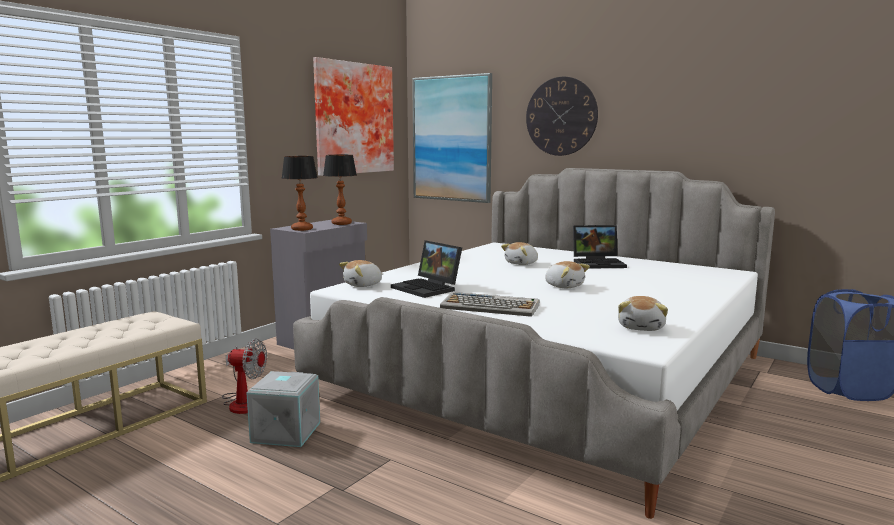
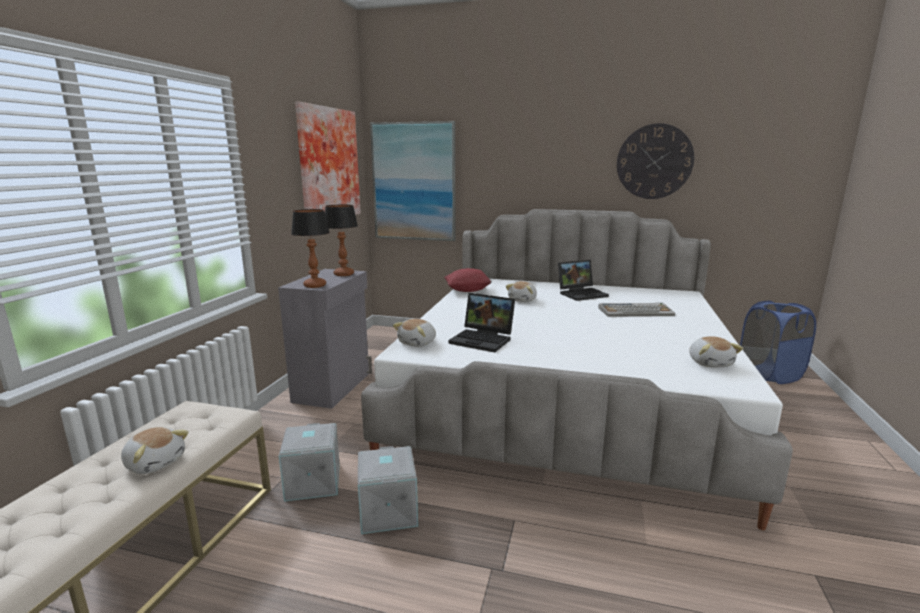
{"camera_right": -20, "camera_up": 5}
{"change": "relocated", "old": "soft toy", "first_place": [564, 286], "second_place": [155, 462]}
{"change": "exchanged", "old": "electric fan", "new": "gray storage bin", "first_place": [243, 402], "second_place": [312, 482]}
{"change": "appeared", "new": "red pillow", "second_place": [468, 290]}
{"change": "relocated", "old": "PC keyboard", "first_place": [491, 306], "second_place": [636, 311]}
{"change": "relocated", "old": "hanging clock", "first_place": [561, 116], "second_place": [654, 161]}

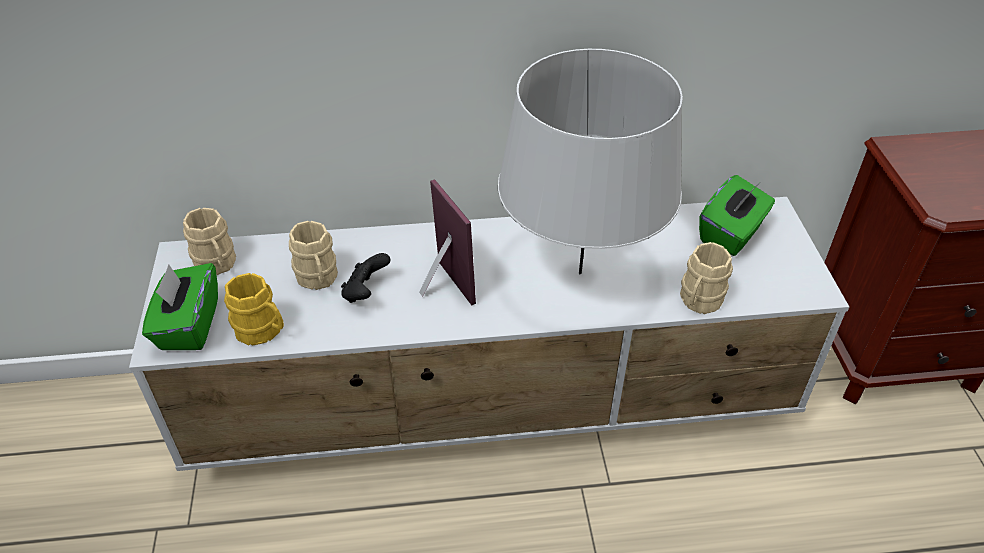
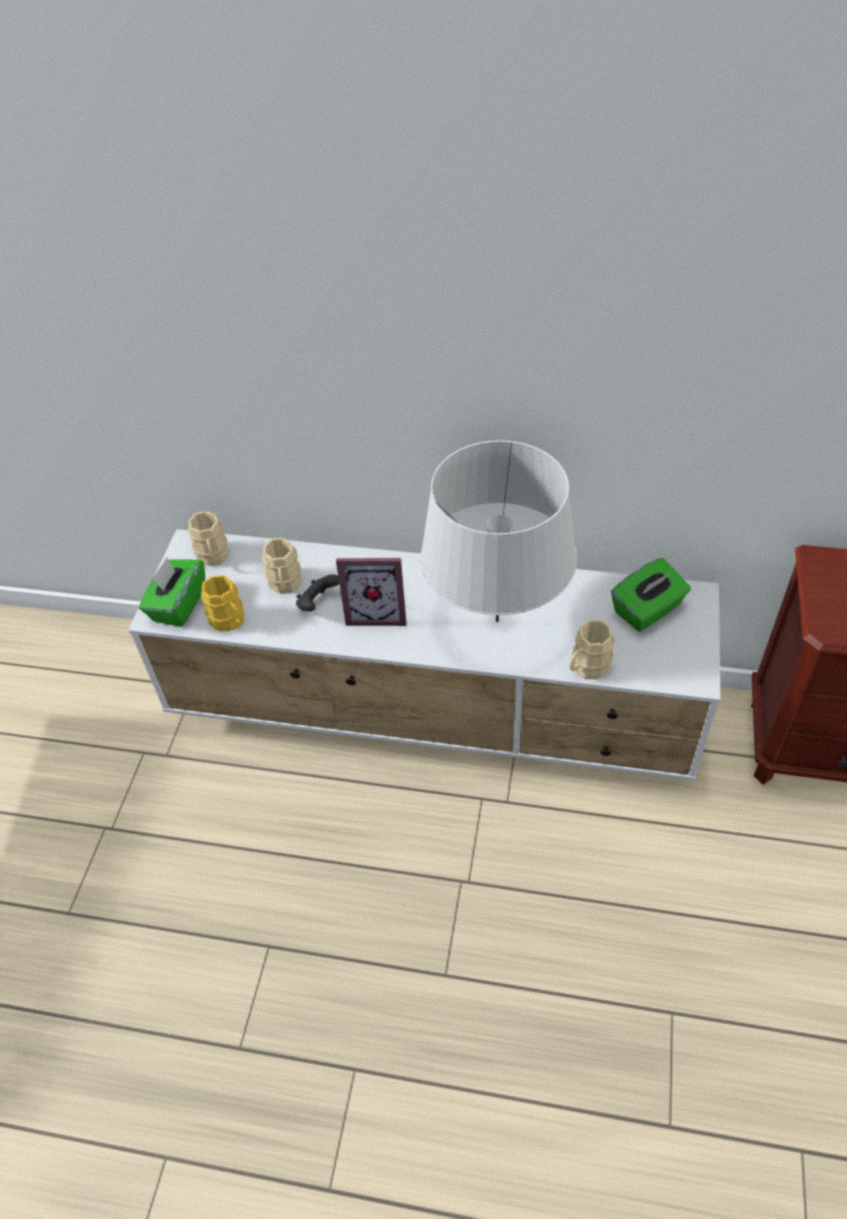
{"camera_right": 20, "camera_up": 5}
{"change": "spun", "old": "picture frame", "first_place": [440, 288], "second_place": [377, 612], "degrees": 105}

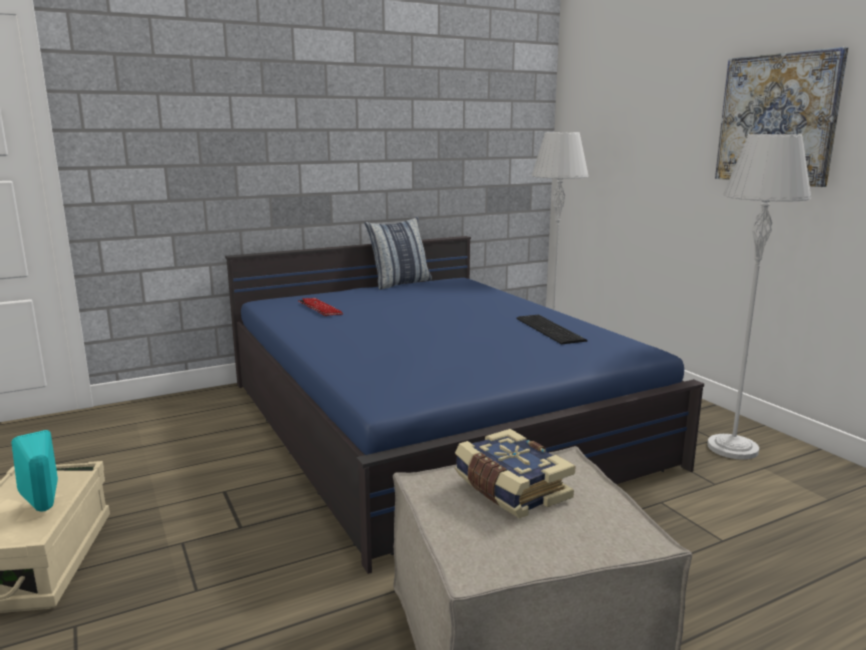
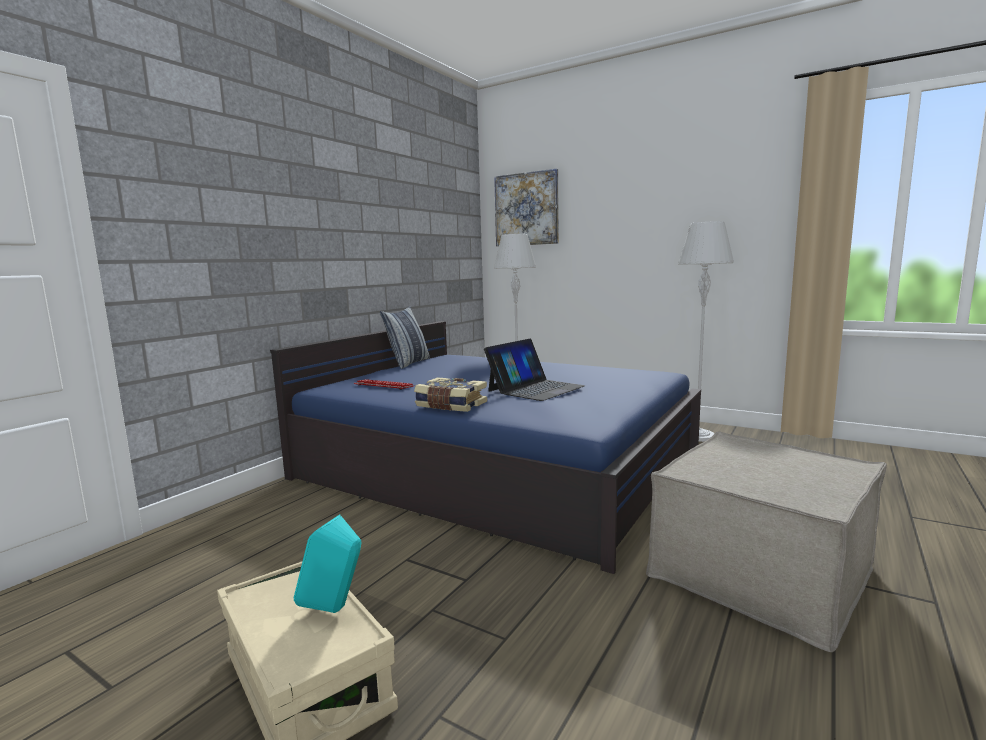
{"camera_right": -30, "camera_up": -5}
{"change": "relocated", "old": "book", "first_place": [510, 489], "second_place": [450, 406]}
{"change": "appeared", "new": "laptop", "second_place": [535, 388]}
{"change": "relocated", "old": "wall picture", "first_place": [777, 119], "second_place": [526, 209]}
{"change": "missing", "old": "PC keyboard", "first_place": [550, 329]}

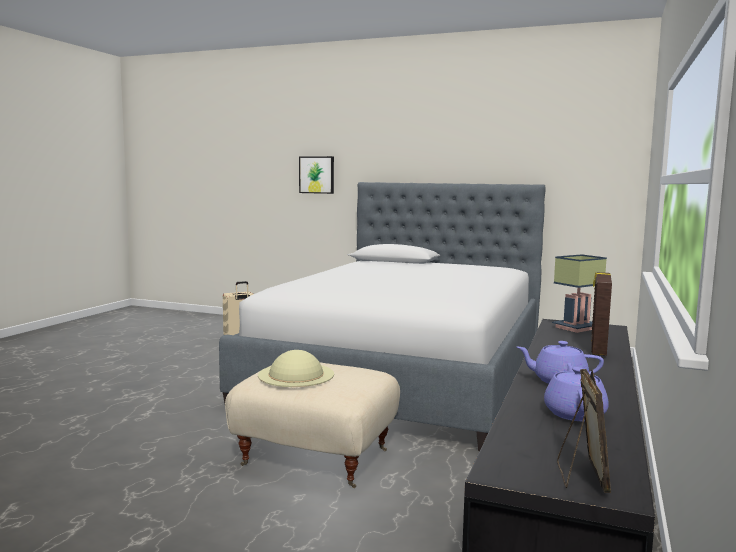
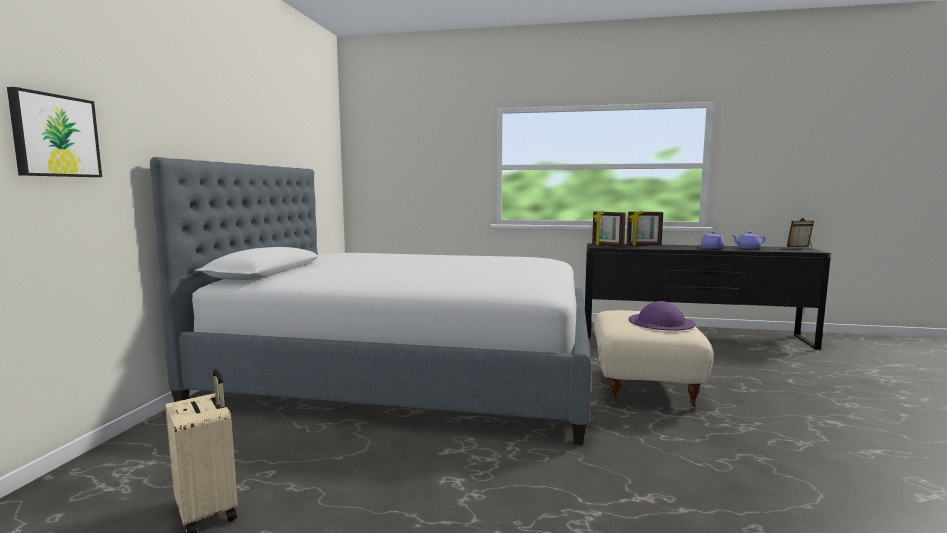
{"camera_right": -100, "camera_up": 0}
{"change": "exchanged", "old": "tabletop lamp", "new": "picture frame", "first_place": [576, 328], "second_place": [607, 245]}
{"change": "colour", "old": "beige hat", "new": "purple hat", "first_place": [296, 374], "second_place": [661, 321]}

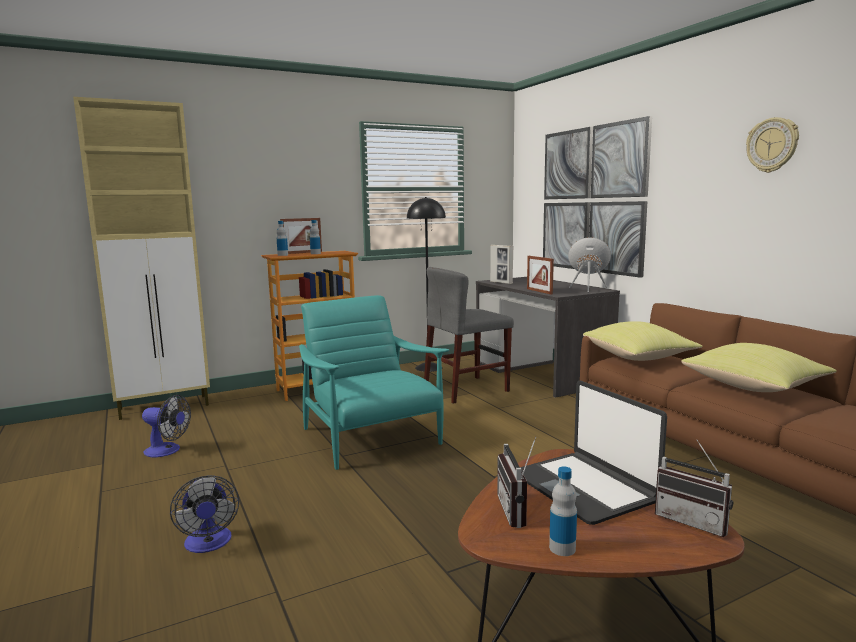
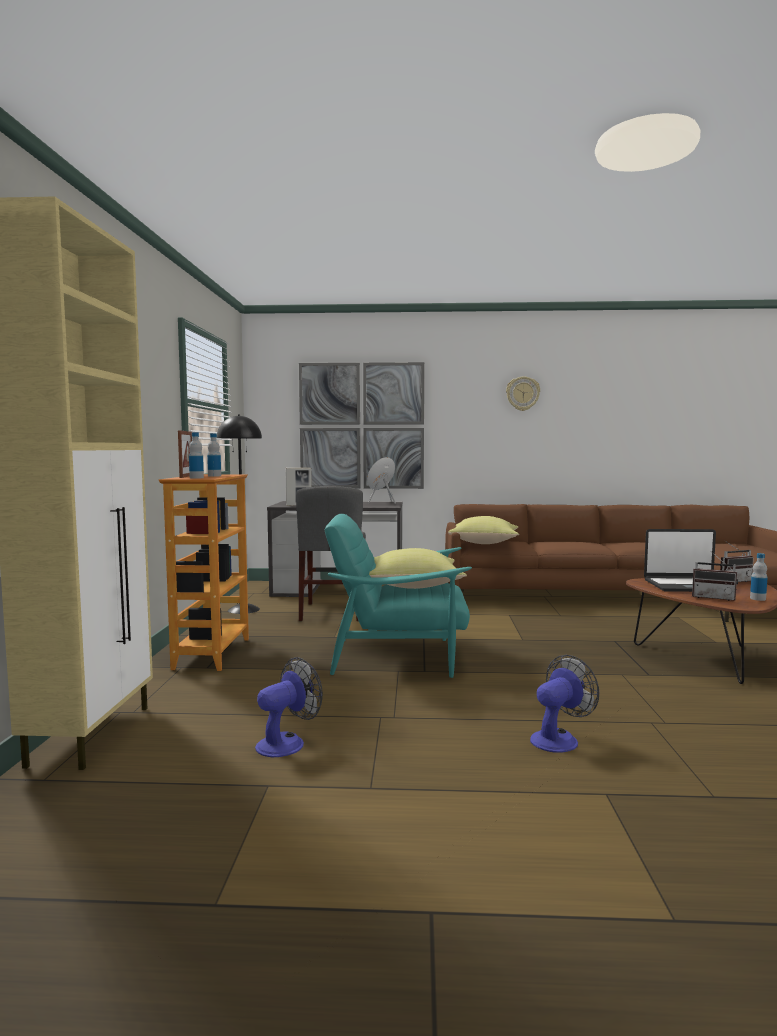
{"camera_right": -60, "camera_up": -5}
{"change": "relocated", "old": "yellowish pillow", "first_place": [756, 387], "second_place": [414, 586]}
{"change": "spun", "old": "electric fan", "first_place": [209, 544], "second_place": [559, 738], "degrees": -45}
{"change": "missing", "old": "picture frame", "first_place": [539, 291]}

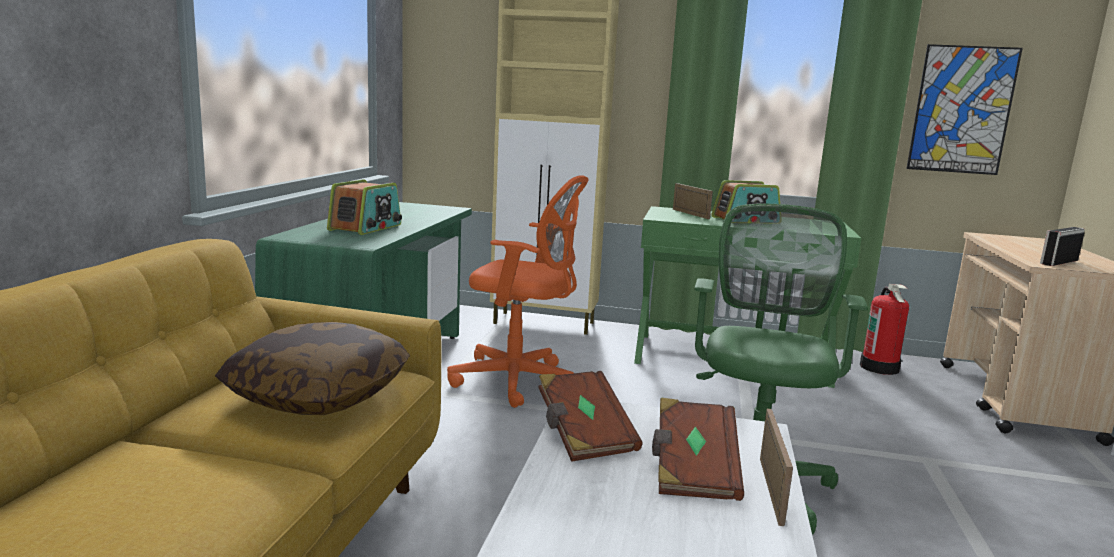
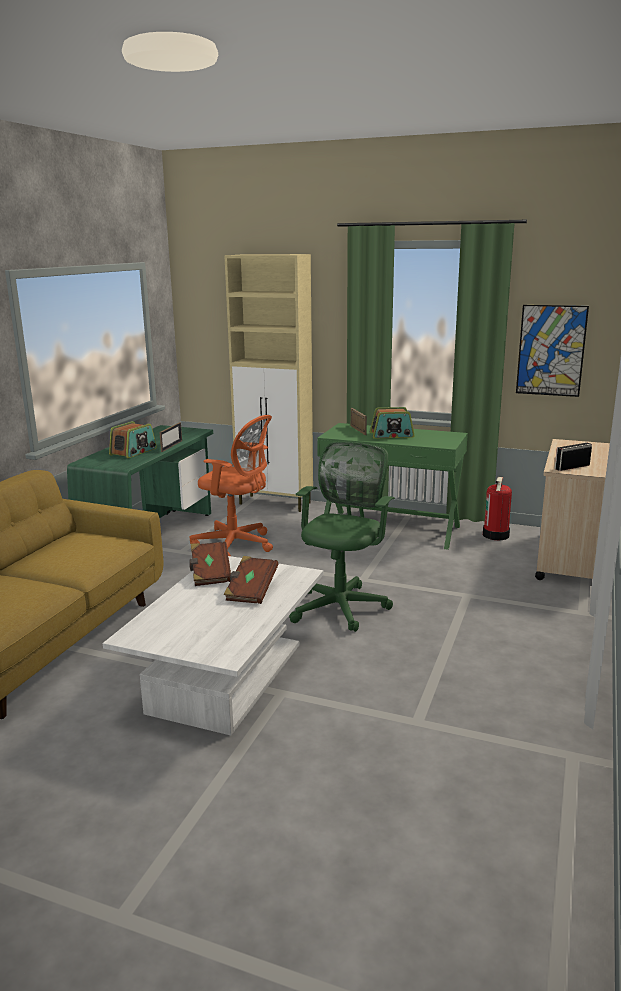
{"camera_right": 10, "camera_up": 5}
{"change": "relocated", "old": "picture frame", "first_place": [771, 489], "second_place": [171, 446]}
{"change": "missing", "old": "pillow", "first_place": [319, 394]}

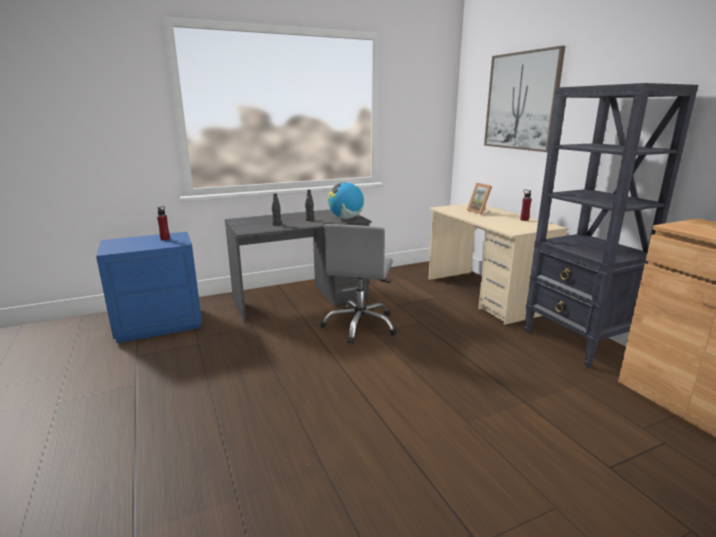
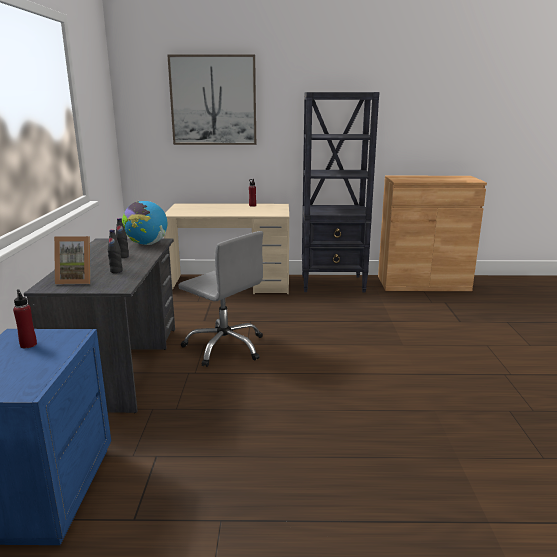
{"camera_right": -65, "camera_up": 0}
{"change": "relocated", "old": "picture frame", "first_place": [480, 212], "second_place": [76, 280]}

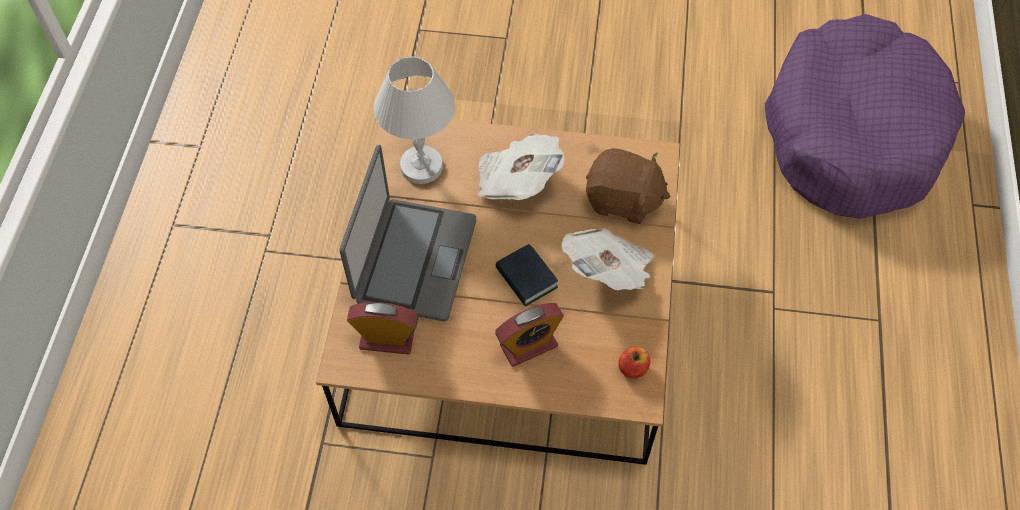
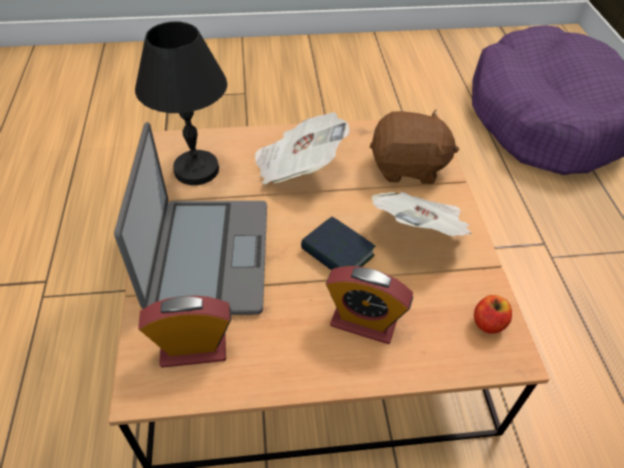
{"camera_right": -15, "camera_up": -10}
{"change": "colour", "old": "white tabletop lamp", "new": "black-coloured tabletop lamp", "first_place": [421, 166], "second_place": [195, 169]}
{"change": "spun", "old": "bedside clock", "first_place": [528, 345], "second_place": [363, 322], "degrees": 60}

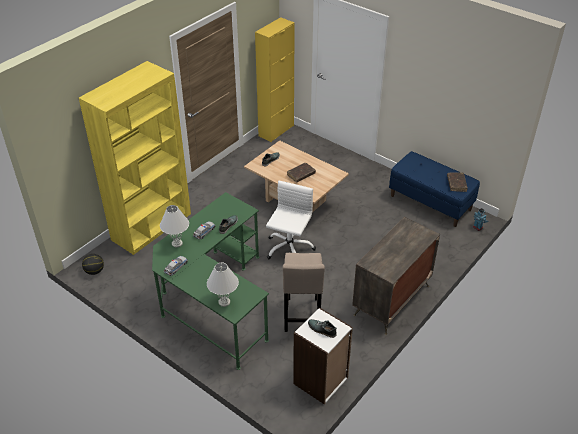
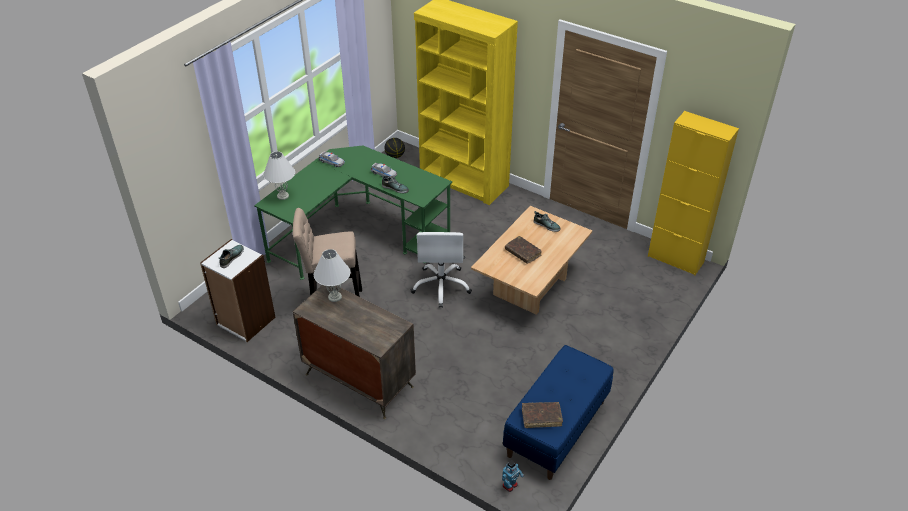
{"camera_right": 85, "camera_up": 0}
{"change": "relocated", "old": "white tabletop lamp", "first_place": [177, 243], "second_place": [334, 297]}
{"change": "spun", "old": "white office chair", "first_place": [289, 248], "second_place": [441, 286], "degrees": 75}

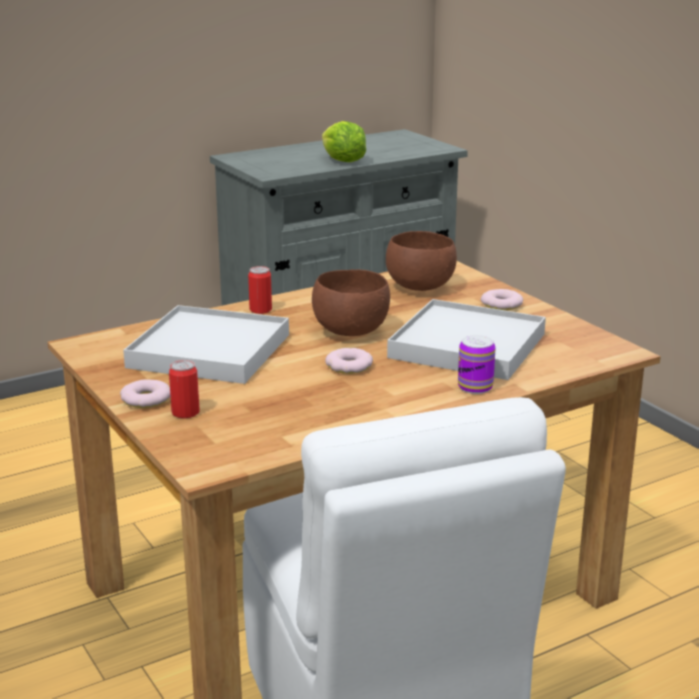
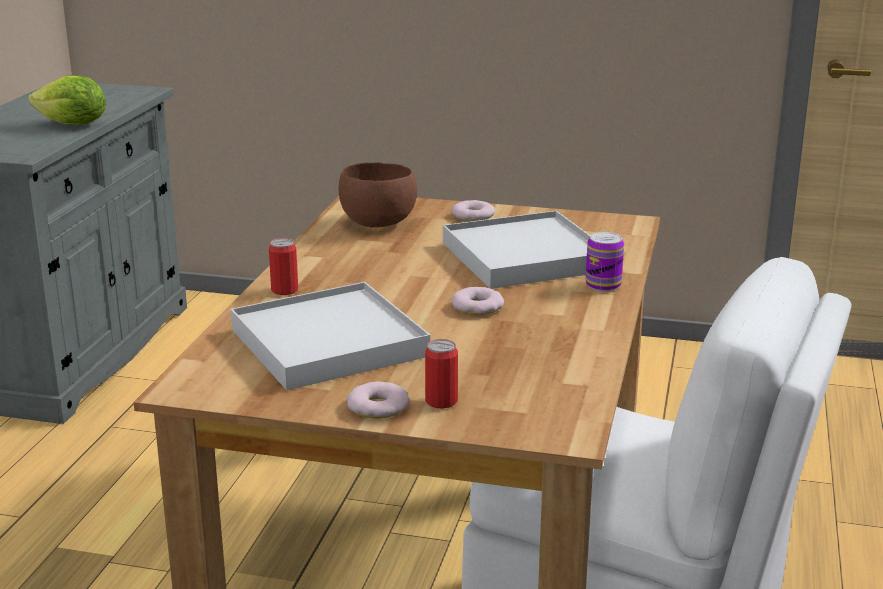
{"camera_right": -45, "camera_up": 0}
{"change": "missing", "old": "brown serving bowl", "first_place": [351, 331]}

